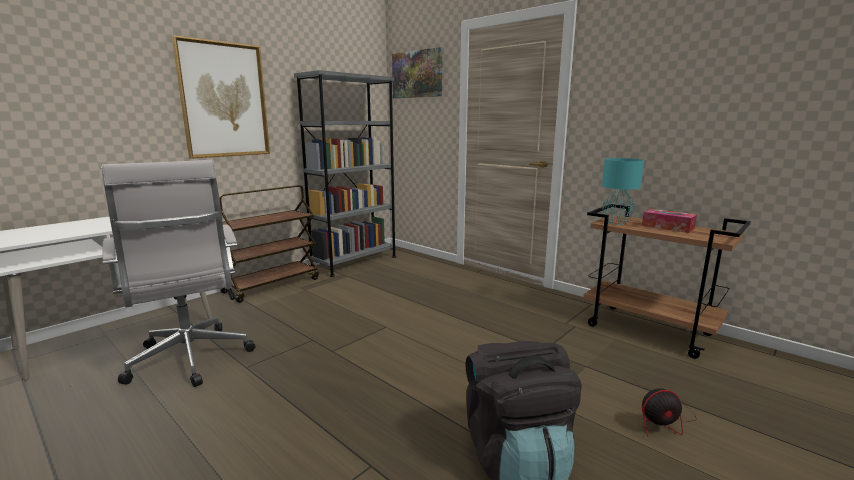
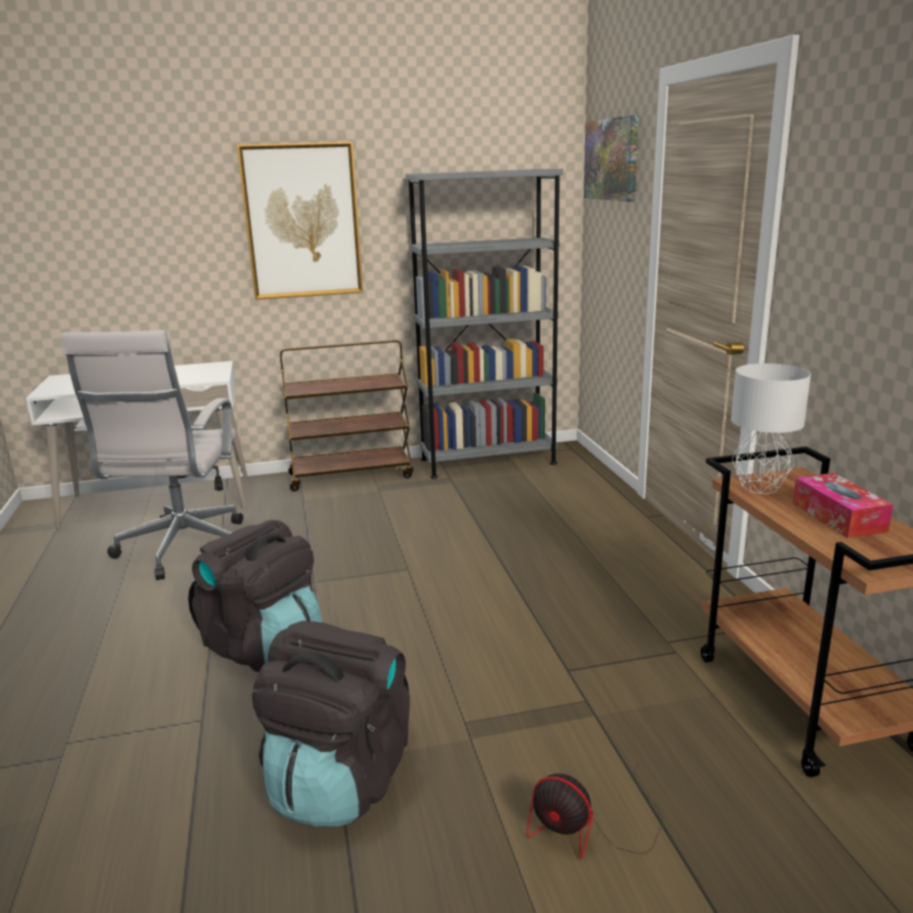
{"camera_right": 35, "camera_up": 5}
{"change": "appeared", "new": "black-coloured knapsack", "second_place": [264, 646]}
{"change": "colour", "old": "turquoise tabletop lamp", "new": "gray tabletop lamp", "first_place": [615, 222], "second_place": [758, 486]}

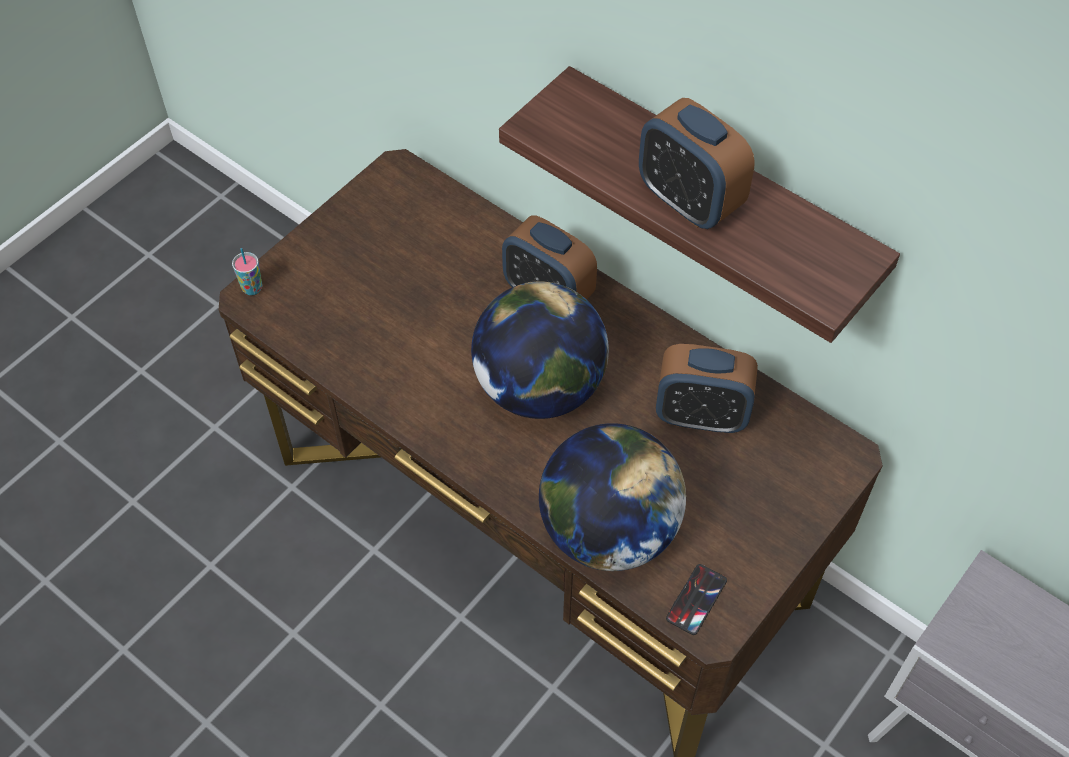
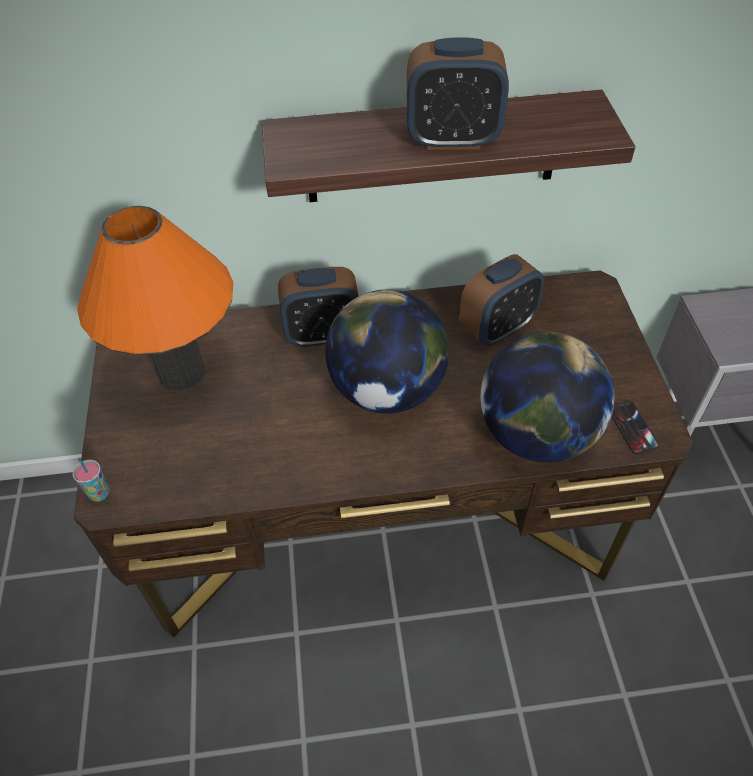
{"camera_right": -45, "camera_up": -5}
{"change": "appeared", "new": "orangey tabletop lamp", "second_place": [182, 373]}

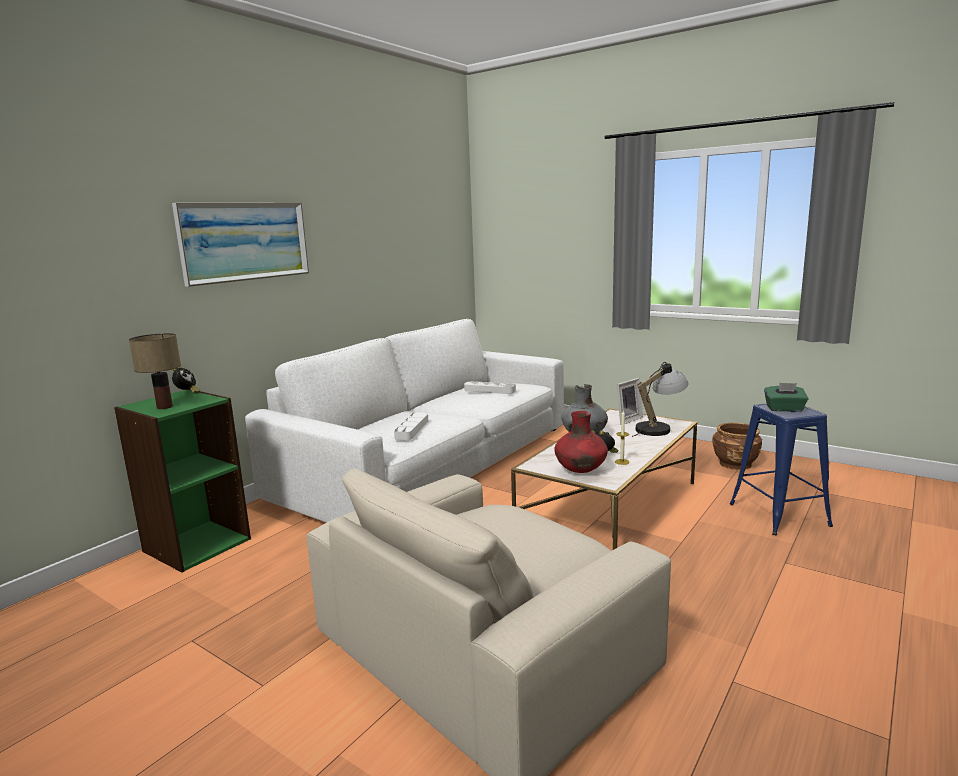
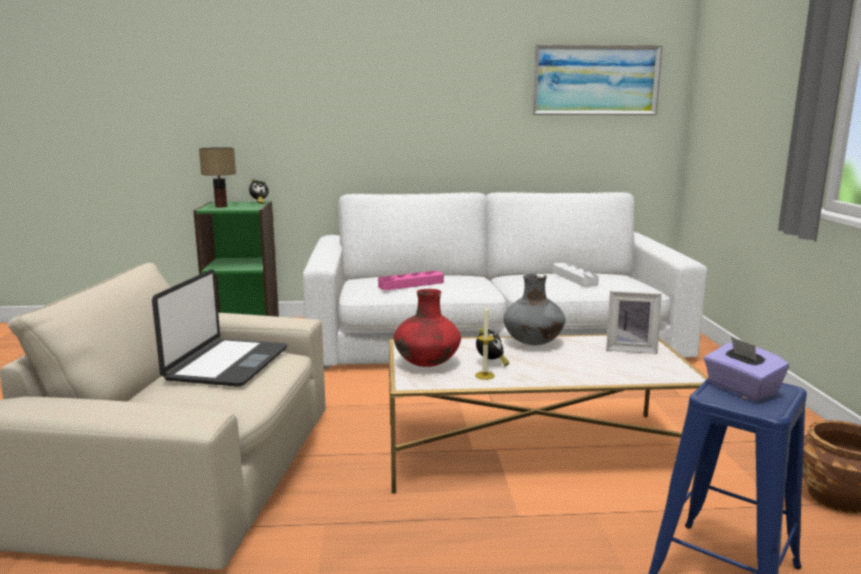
{"camera_right": 50, "camera_up": 0}
{"change": "appeared", "new": "laptop", "second_place": [226, 364]}
{"change": "colour", "old": "white carrying tray", "new": "pink-coloured carrying tray", "first_place": [412, 429], "second_place": [411, 284]}
{"change": "relocated", "old": "wall picture", "first_place": [245, 241], "second_place": [595, 80]}
{"change": "colour", "old": "green-coloured tissue holder", "new": "purple tissue holder", "first_place": [784, 409], "second_place": [741, 389]}
{"change": "missing", "old": "tabletop lamp", "first_place": [659, 428]}

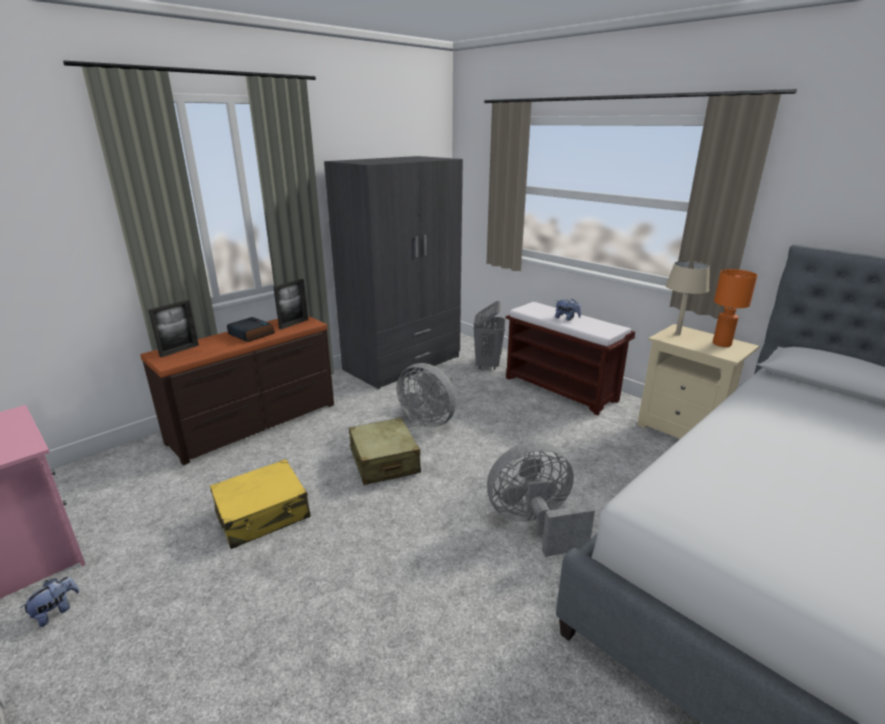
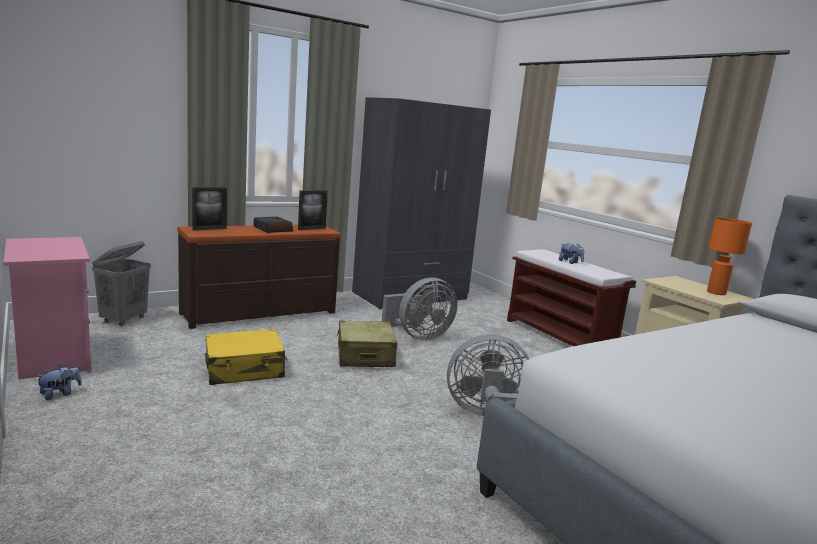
{"camera_right": 10, "camera_up": -10}
{"change": "relocated", "old": "gray laundry basket", "first_place": [487, 365], "second_place": [124, 320]}
{"change": "spun", "old": "gray electric fan", "first_place": [429, 420], "second_place": [419, 336], "degrees": -75}
{"change": "missing", "old": "beige tabletop lamp", "first_place": [677, 334]}

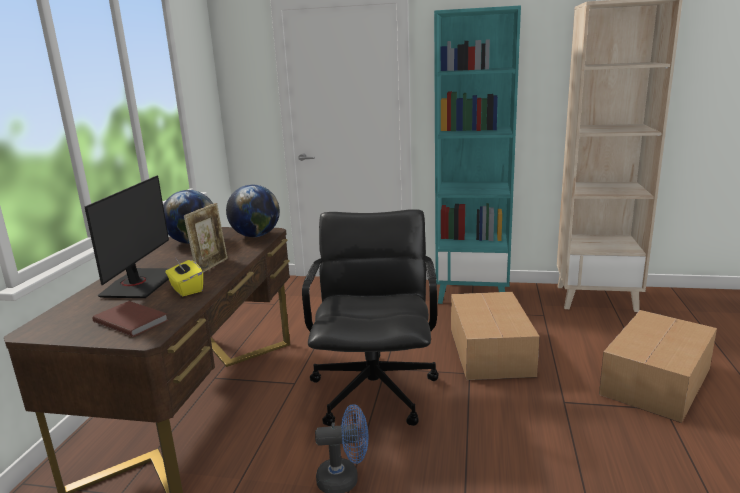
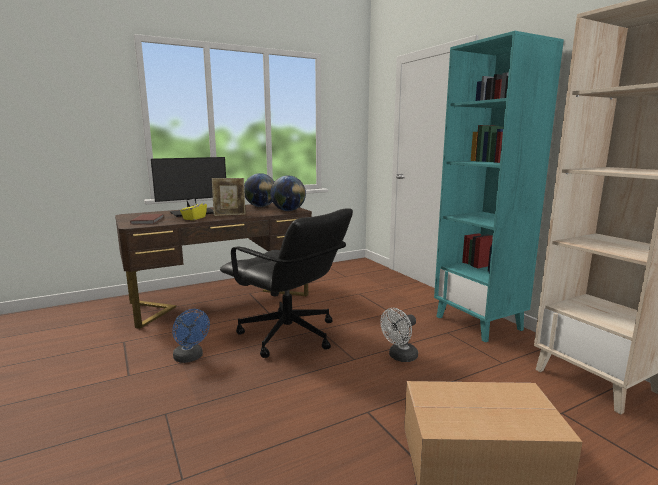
{"camera_right": 50, "camera_up": -5}
{"change": "spun", "old": "black-coloured office chair", "first_place": [375, 391], "second_place": [288, 335], "degrees": 75}
{"change": "exchanged", "old": "packing box", "new": "white electric fan", "first_place": [490, 350], "second_place": [400, 357]}

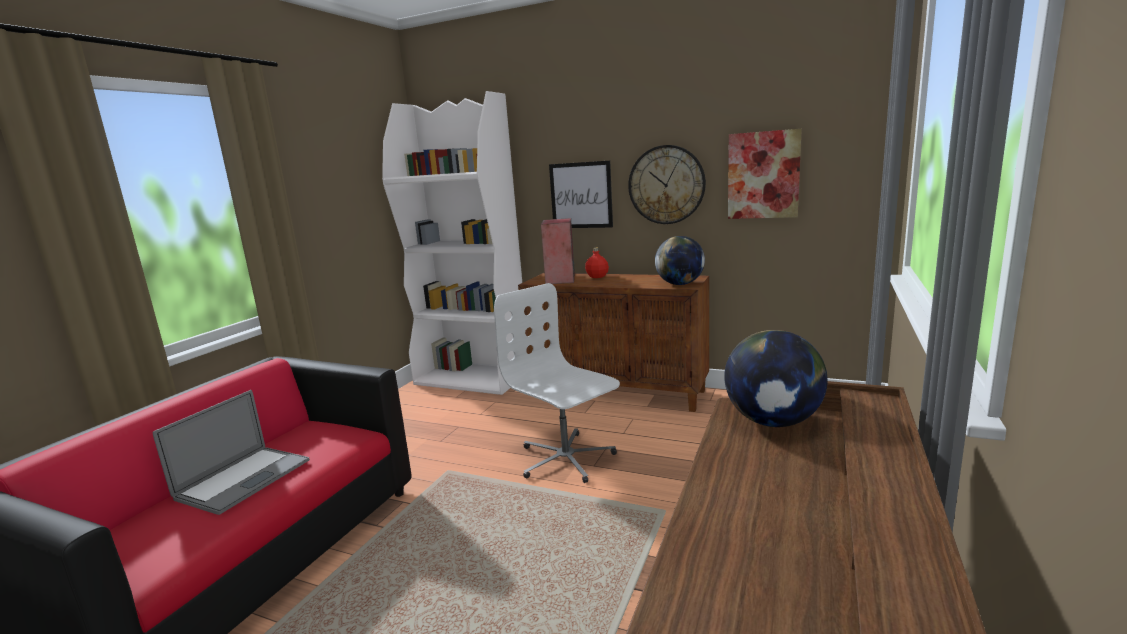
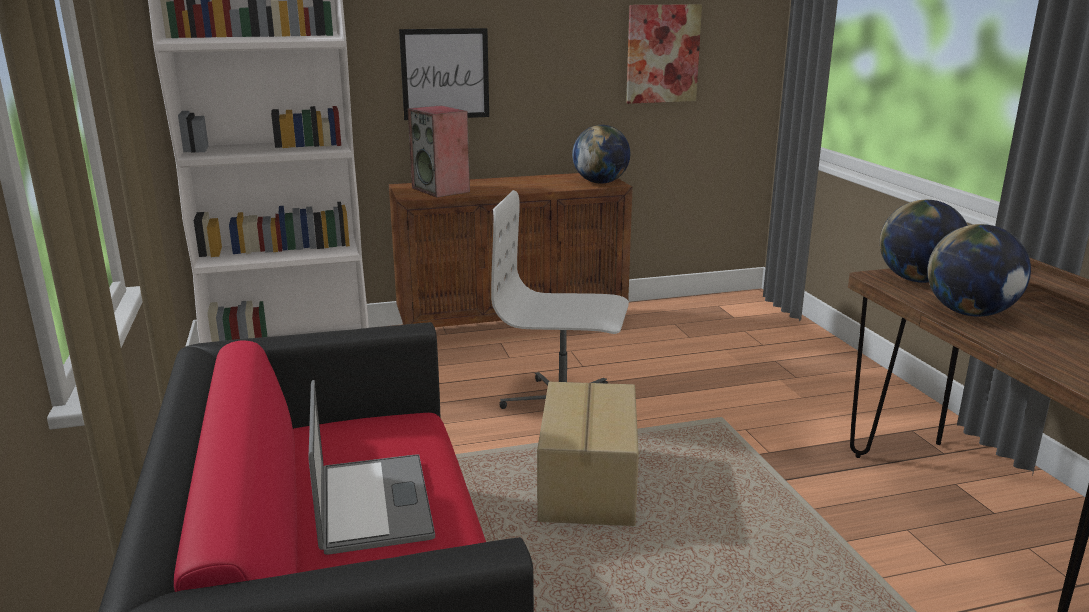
{"camera_right": -40, "camera_up": 5}
{"change": "appeared", "new": "packing box", "second_place": [586, 484]}
{"change": "appeared", "new": "desk globe", "second_place": [970, 313]}
{"change": "missing", "old": "red beverage bottle", "first_place": [597, 276]}
{"change": "missing", "old": "hanging clock", "first_place": [666, 185]}

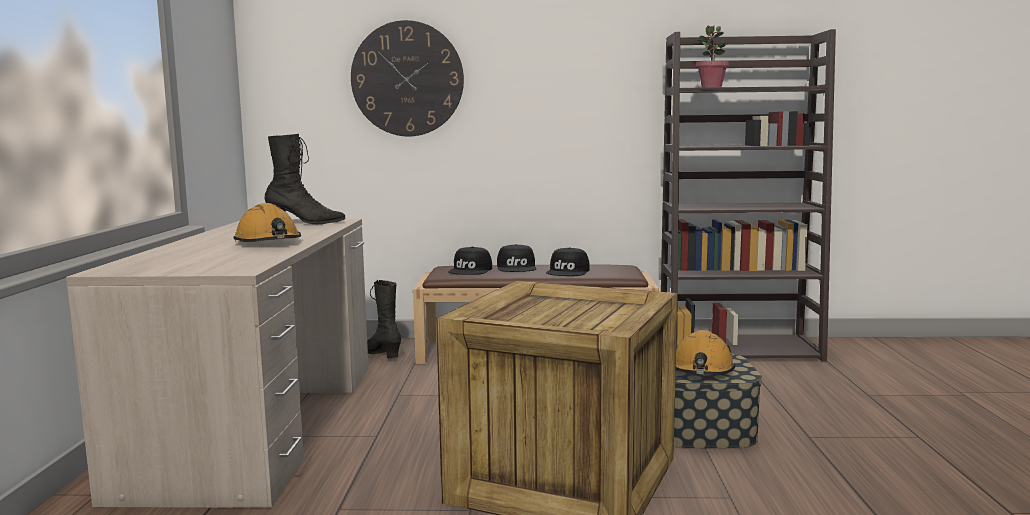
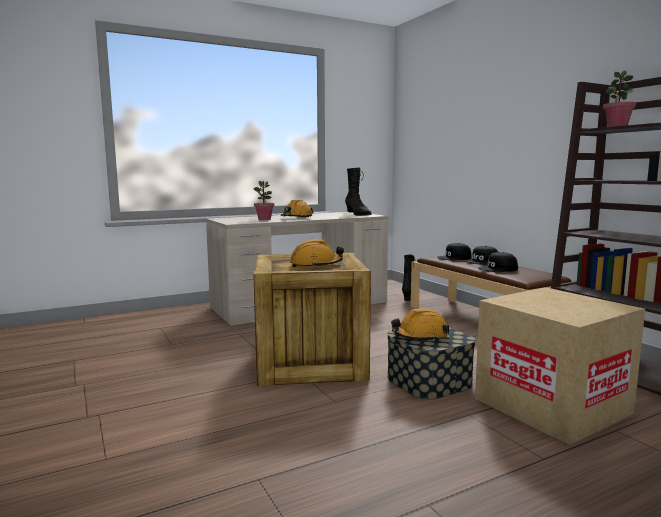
{"camera_right": 60, "camera_up": 0}
{"change": "appeared", "new": "plant in a pot", "second_place": [264, 219]}
{"change": "appeared", "new": "orangey safety helmet", "second_place": [316, 265]}
{"change": "appeared", "new": "packing box", "second_place": [551, 406]}
{"change": "missing", "old": "hanging clock", "first_place": [407, 79]}

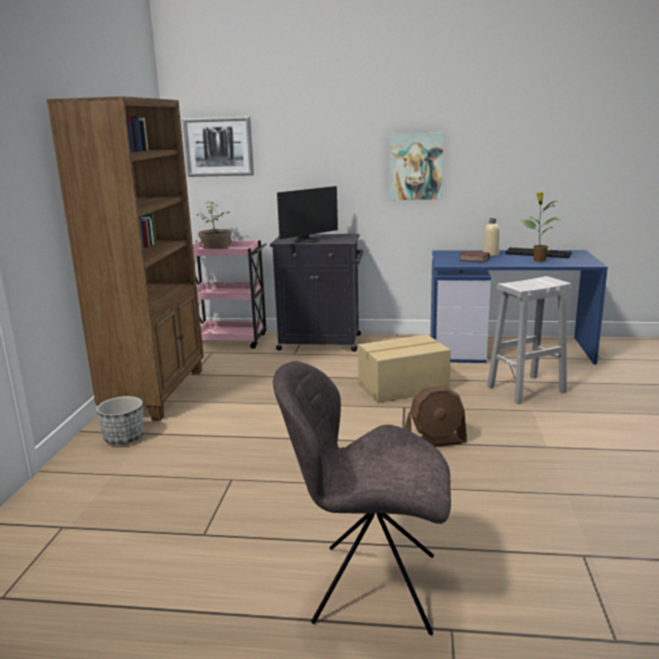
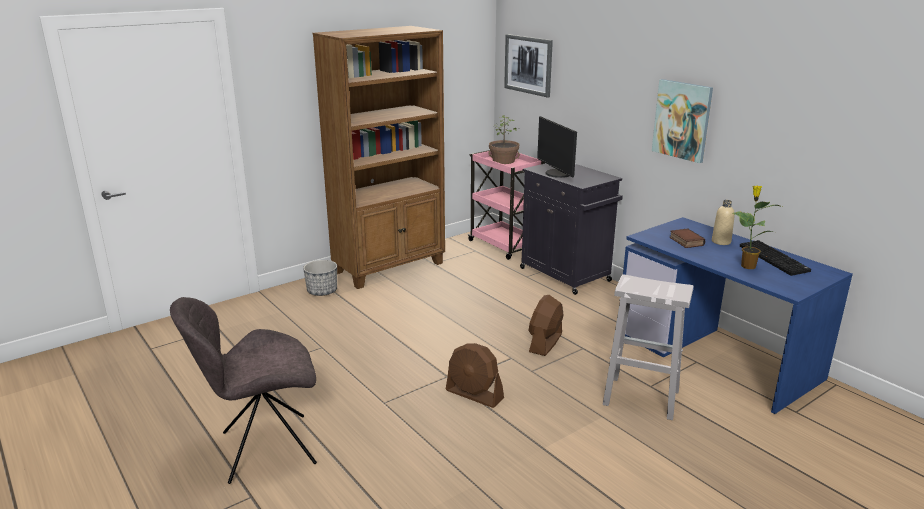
{"camera_right": 45, "camera_up": 5}
{"change": "spun", "old": "gray upright chair", "first_place": [370, 587], "second_place": [263, 449], "degrees": -75}
{"change": "exchanged", "old": "packing box", "new": "brown electric fan", "first_place": [403, 387], "second_place": [545, 343]}
{"change": "spun", "old": "monitor", "first_place": [308, 241], "second_place": [557, 174], "degrees": 60}

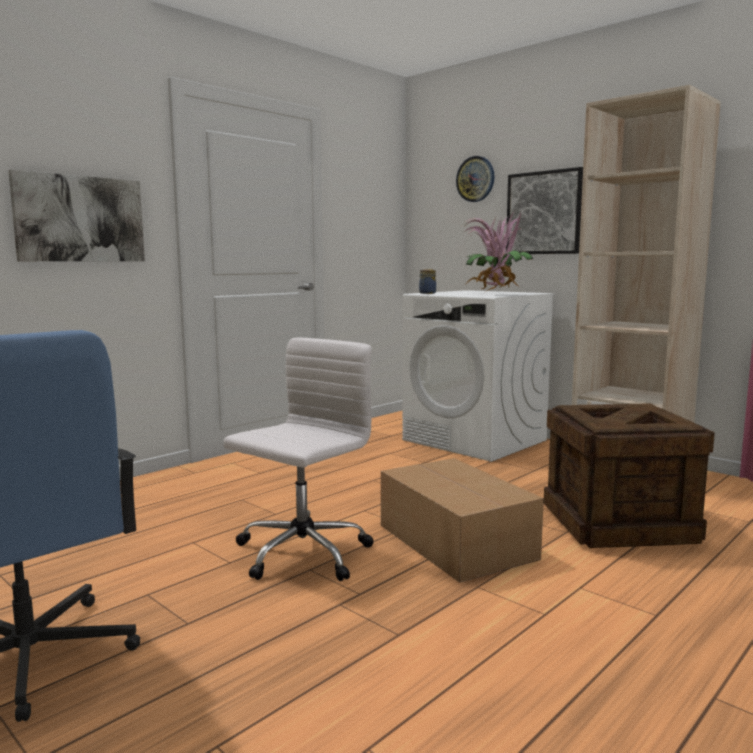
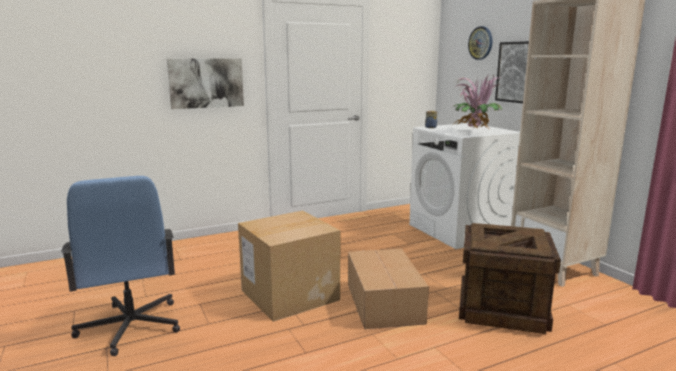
{"camera_right": 20, "camera_up": 5}
{"change": "exchanged", "old": "white office chair", "new": "packing box", "first_place": [300, 554], "second_place": [290, 295]}

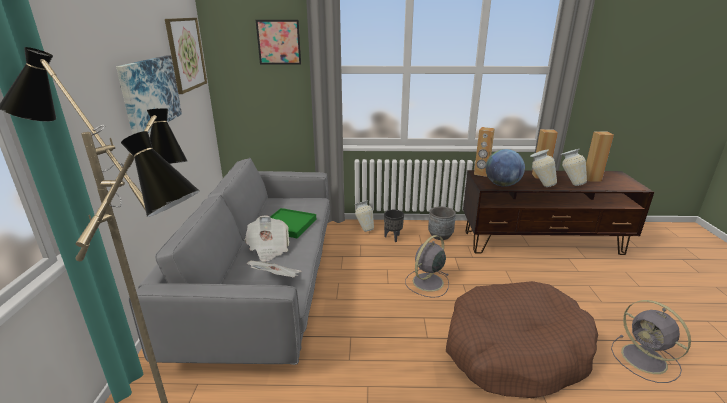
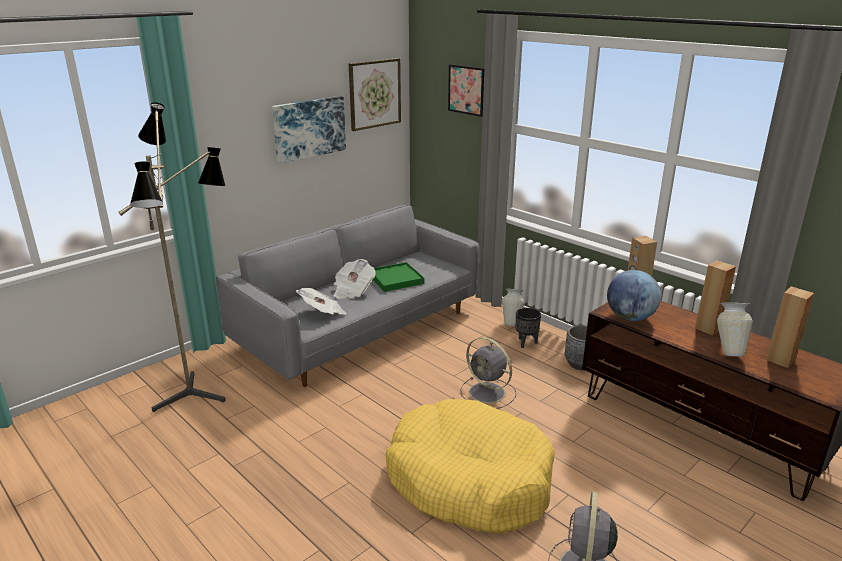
{"camera_right": 45, "camera_up": 0}
{"change": "colour", "old": "brown pet bed", "new": "yellowish pet bed", "first_place": [514, 350], "second_place": [469, 480]}
{"change": "spun", "old": "gray electric fan", "first_place": [427, 282], "second_place": [488, 393], "degrees": -135}
{"change": "missing", "old": "decorative vase", "first_place": [539, 184]}

